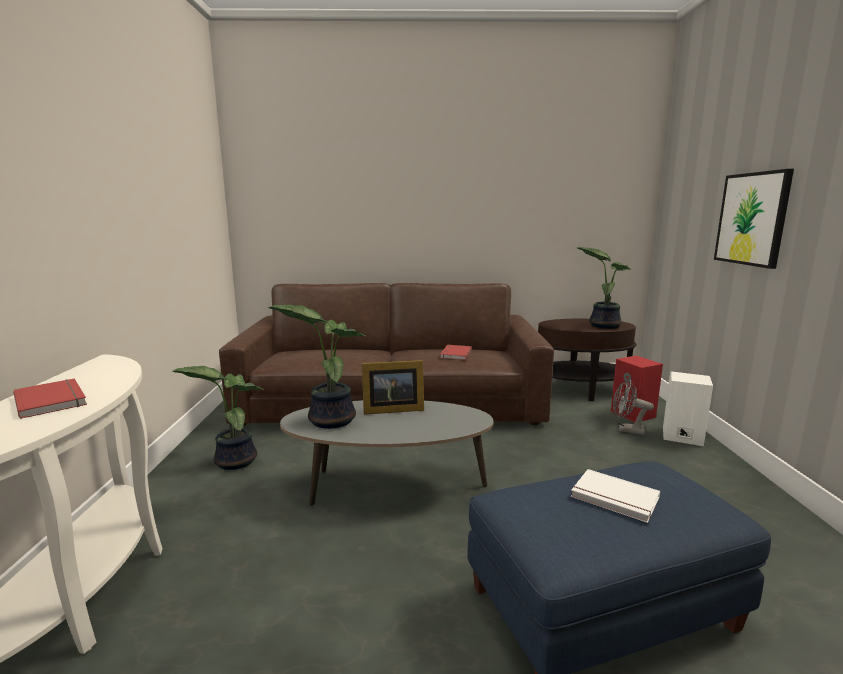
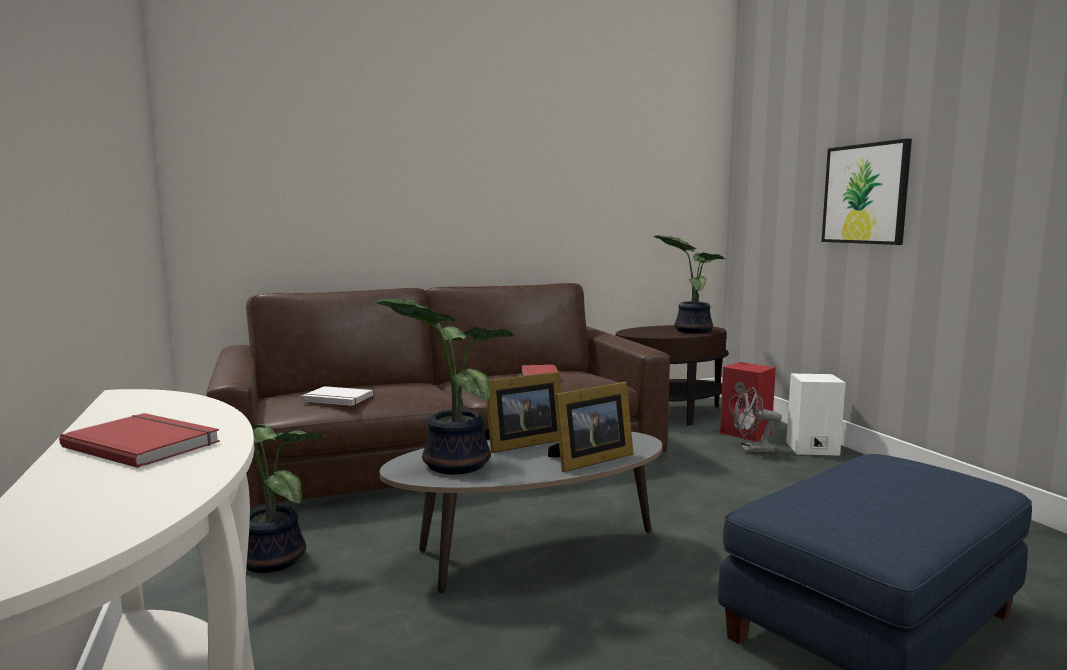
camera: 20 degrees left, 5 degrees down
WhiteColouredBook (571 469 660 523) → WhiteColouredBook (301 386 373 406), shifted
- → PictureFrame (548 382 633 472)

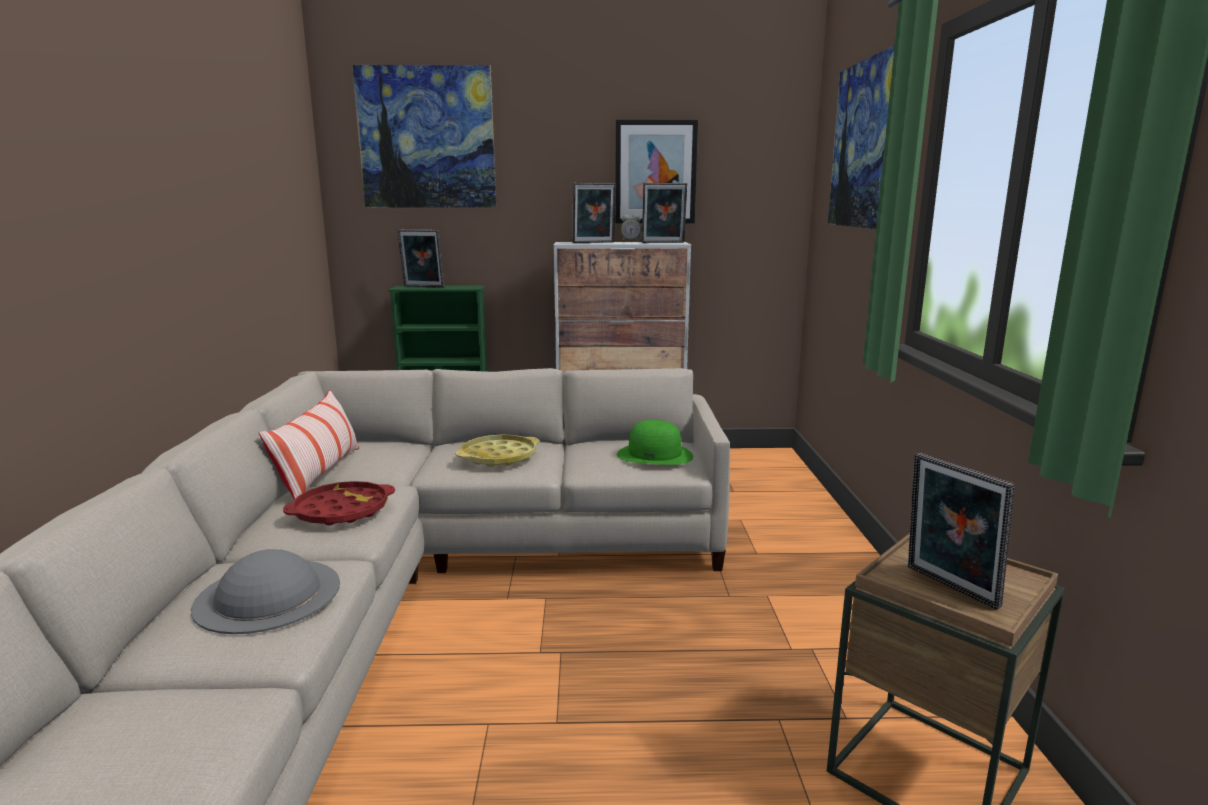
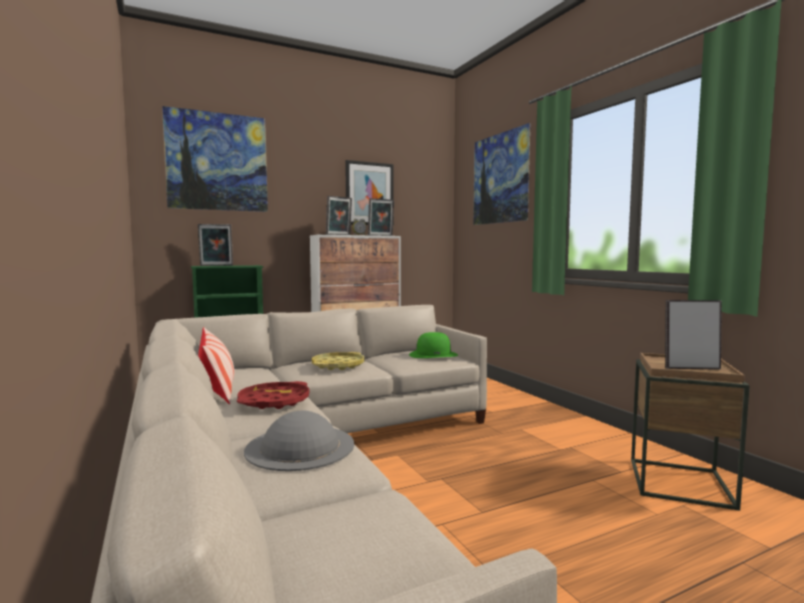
camera: 25 degrees left, 10 degrees down
PictureFrame (908 453 1015 610) → PictureFrame (665 300 722 370), 150 degrees clockwise

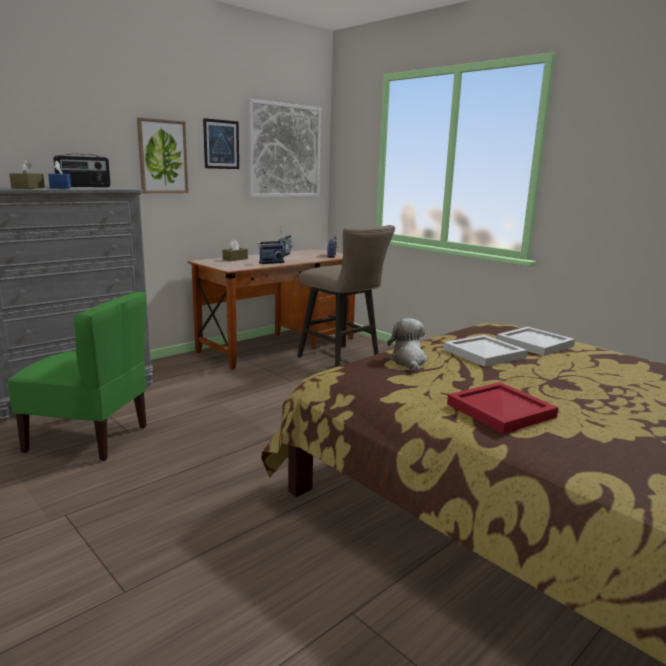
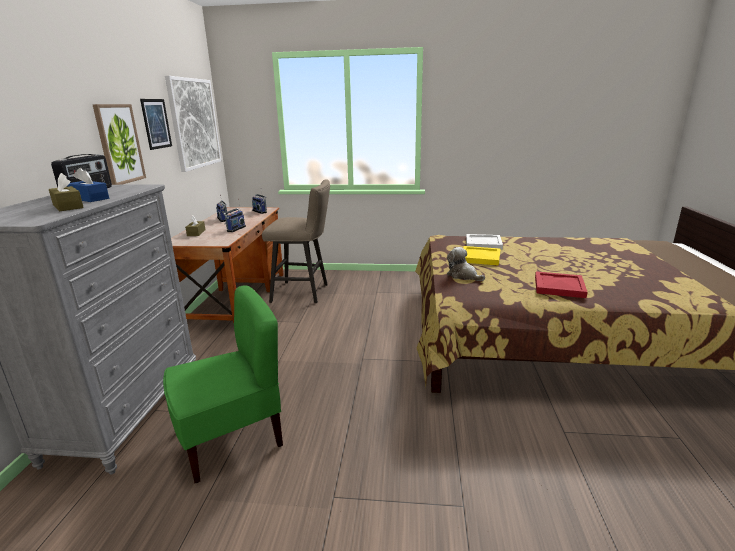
camera: 40 degrees left, 5 degrees up
WhiteColouredServingTray (443 335 528 367) → YellowishServingTray (463 246 501 266)

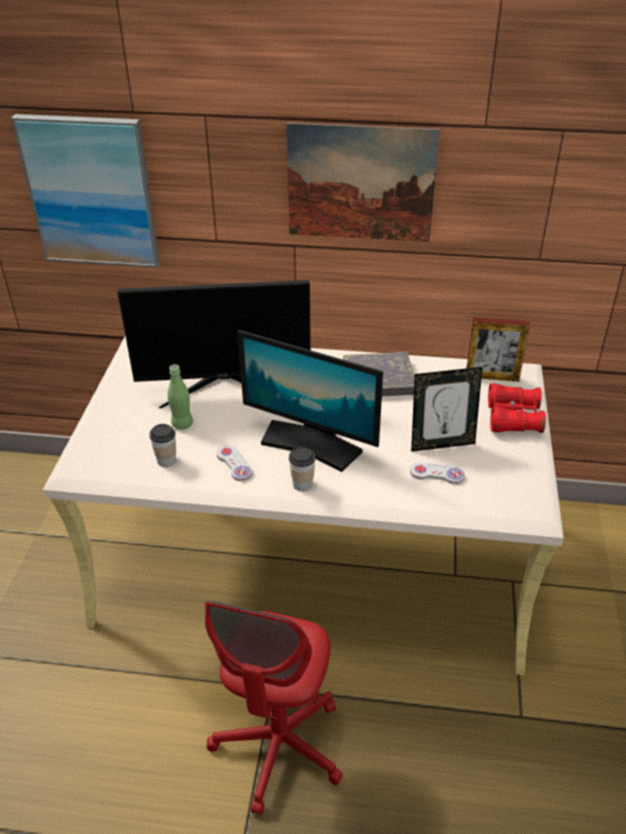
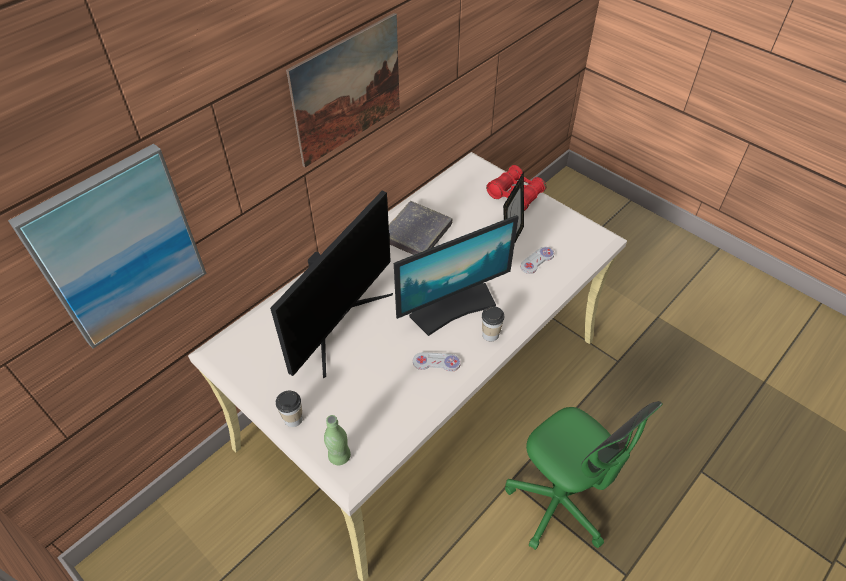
camera: 55 degrees left, 10 degrees up
DrinkingCup (149 424 176 467) → DrinkingCup (276 391 303 427), shifted
GreenColouredBeverageBottle (167 364 193 430) → GreenColouredBeverageBottle (324 415 351 465), shifted
ReddishComputerChair (205 601 343 815) → GreenColouredComputerChair (505 401 662 550)
PictureFrame (467 317 530 382) → -

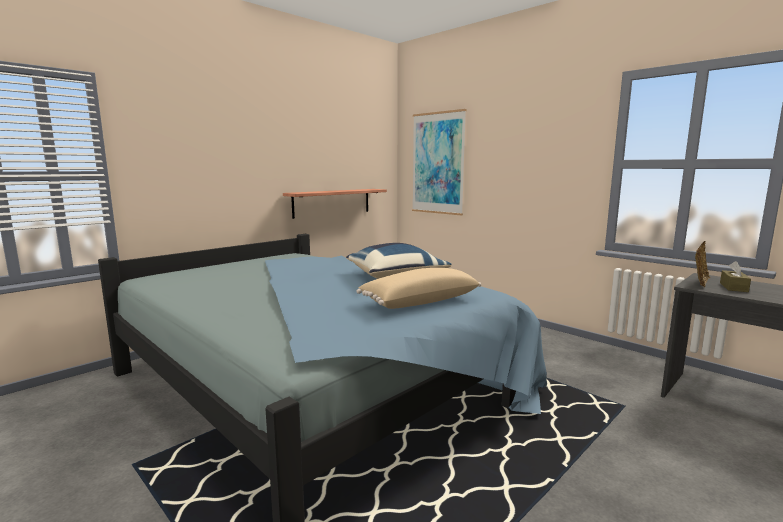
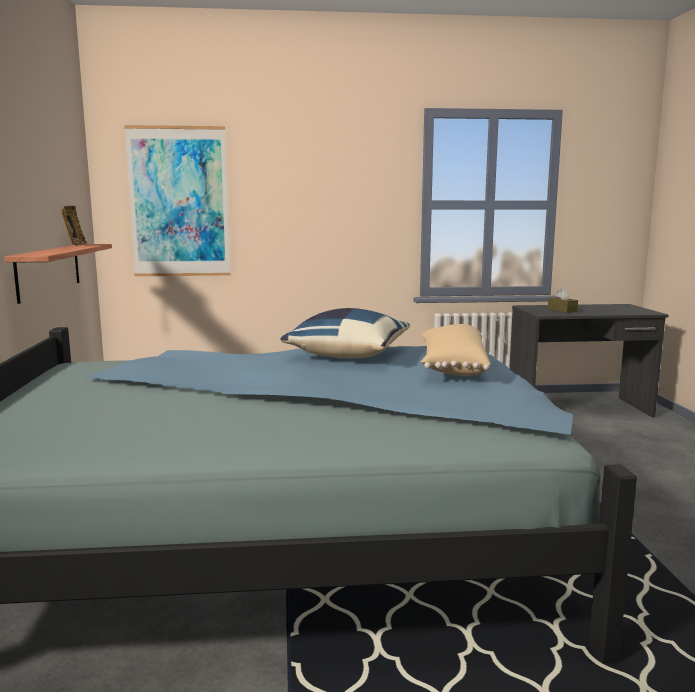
camera: 50 degrees left, 0 degrees up
PictureFrame (695 241 710 287) → PictureFrame (62 206 87 246), shifted

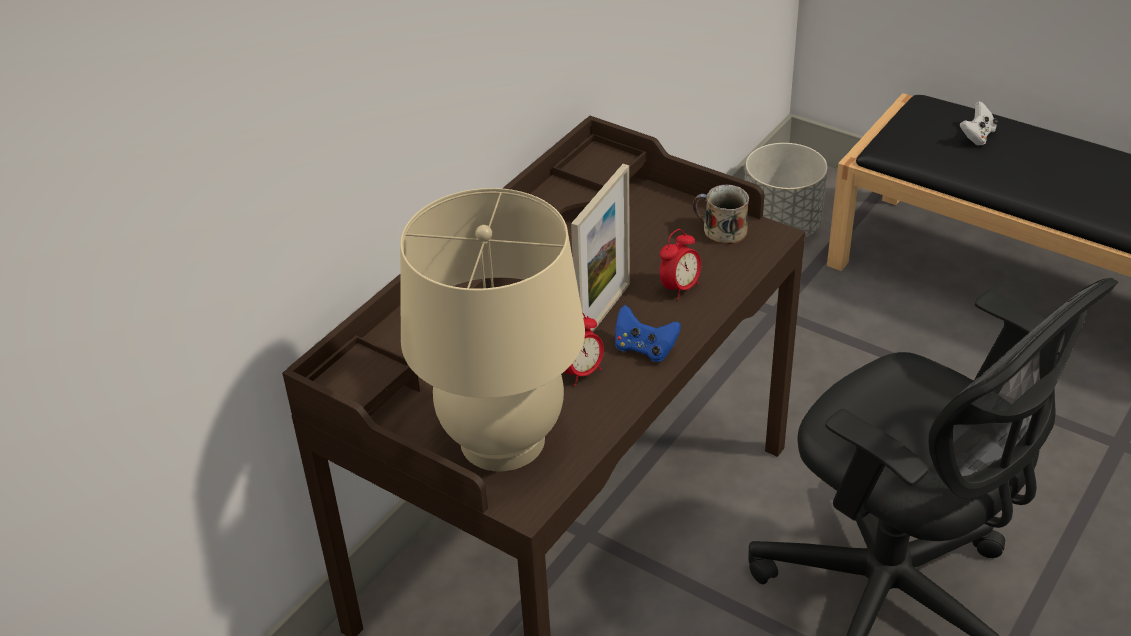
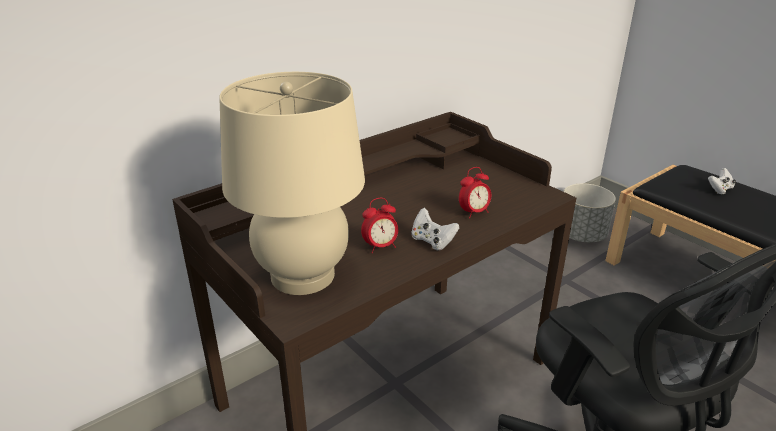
camera: 15 degrees right, 10 degrees down
PictureFrame (571 164 630 332) → -
BluishJoypad (615 305 681 362) → WhiteColouredJoypad (411 208 459 250)
TeaMug (693 185 749 244) → -

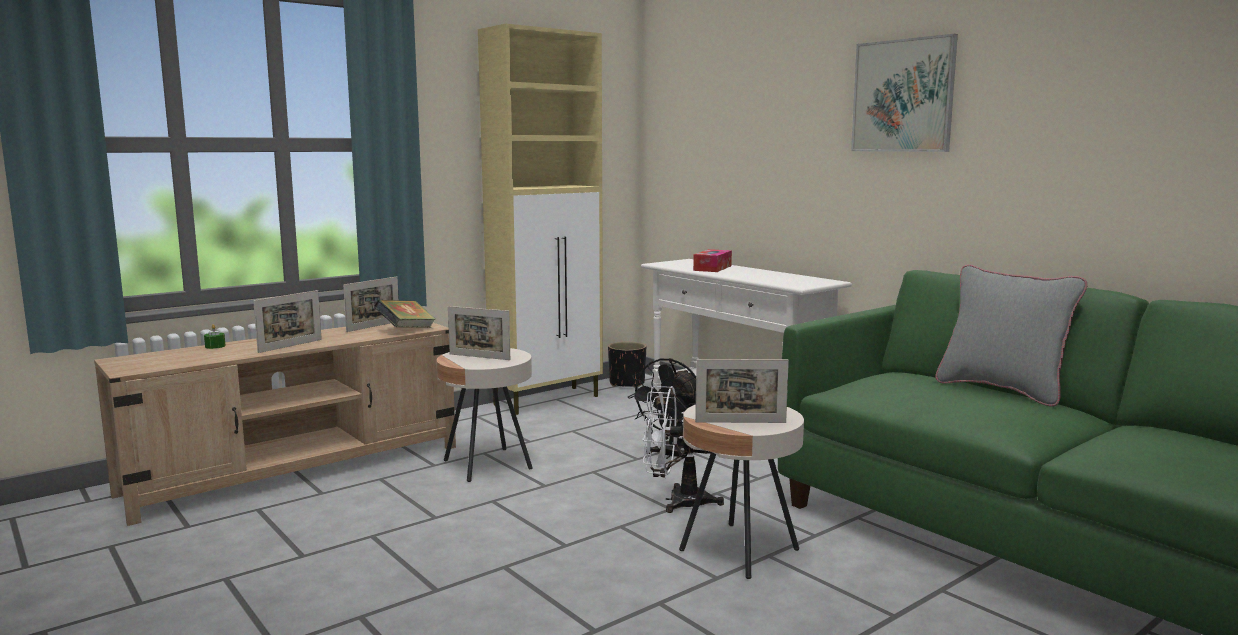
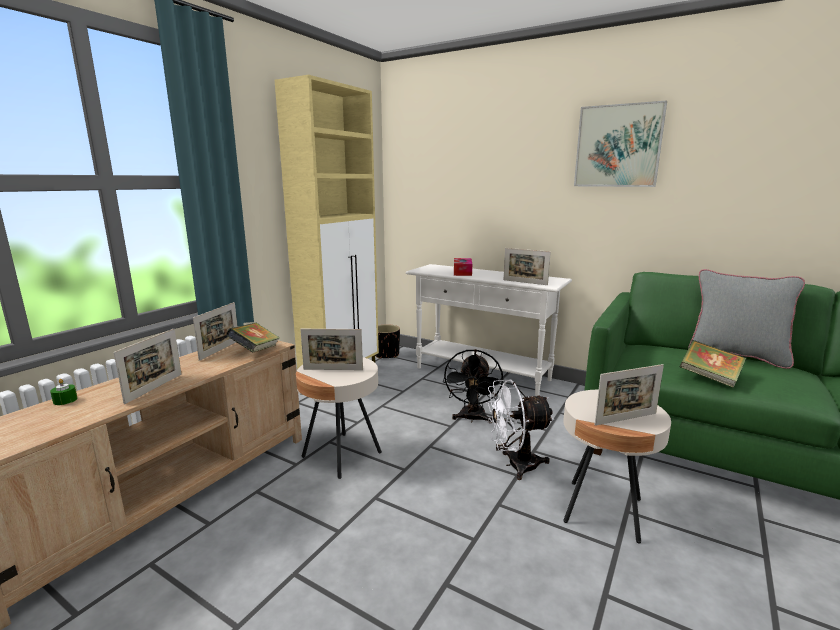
camera: 20 degrees left, 5 degrees up
- → PictureFrame (504 248 551 285)
- → Book (680 340 746 388)

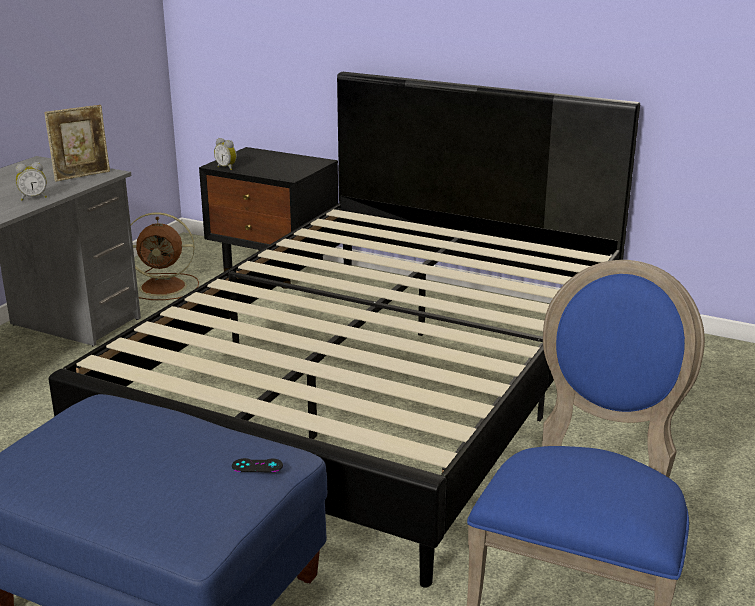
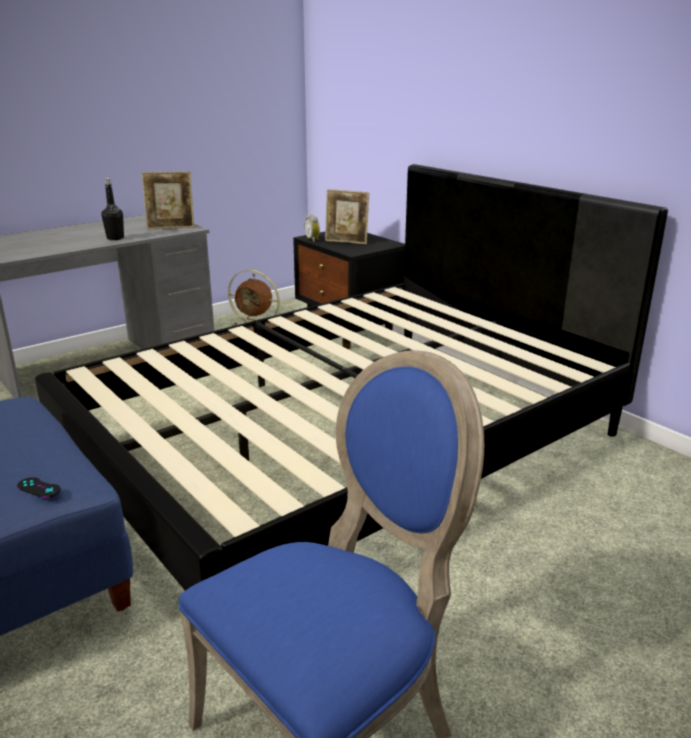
camera: 25 degrees right, 0 degrees up
TableClock (15 162 47 201) → BlackishBeverageBottle (101 178 124 240)
- → PictureFrame (325 189 369 244)

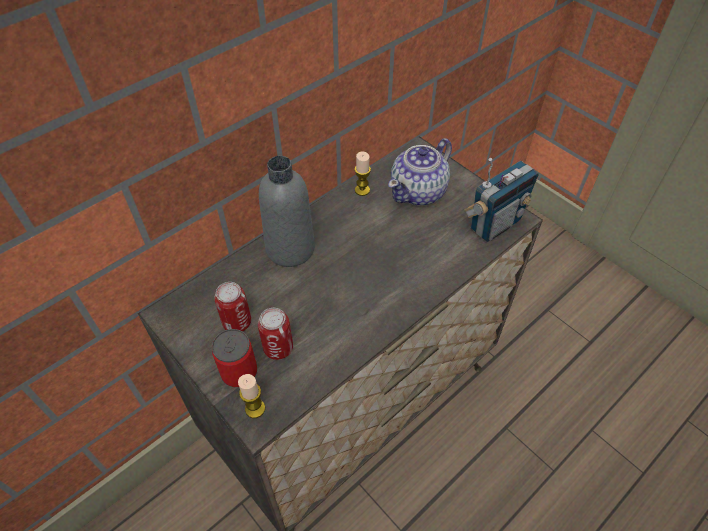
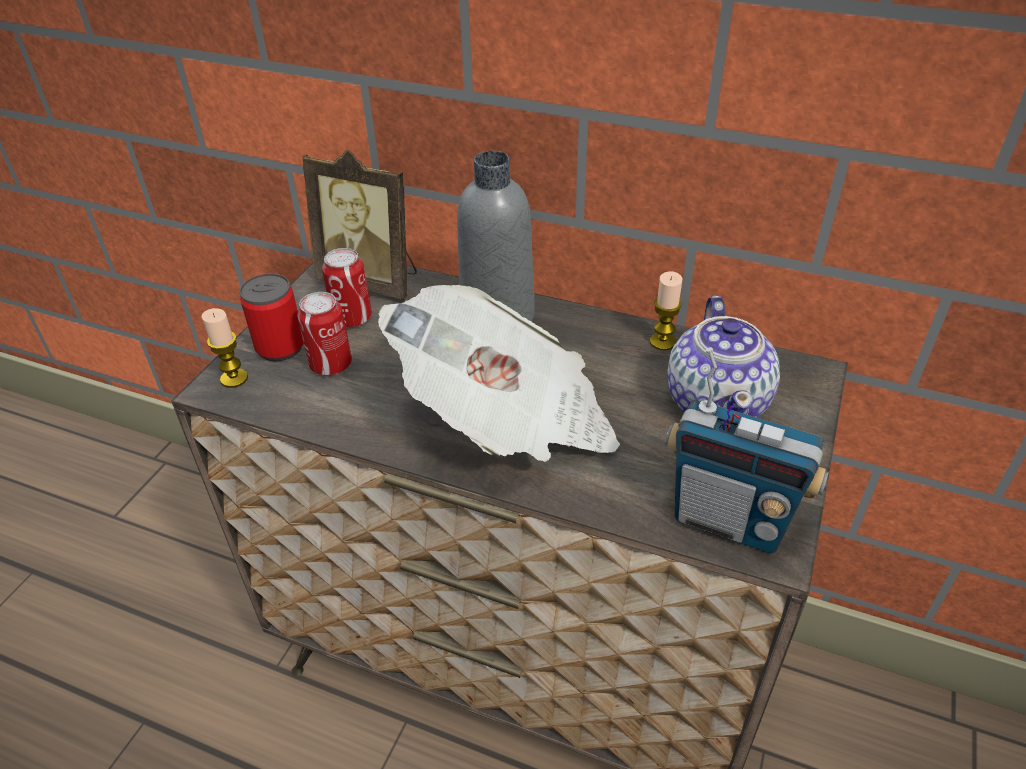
camera: 65 degrees right, 10 degrees down
TeaPot (388 138 452 206) → TeaPot (667 296 780 418), 105 degrees counterclockwise
- → PictureFrame (302 149 417 299)
- → Newspaper (378 285 620 462)

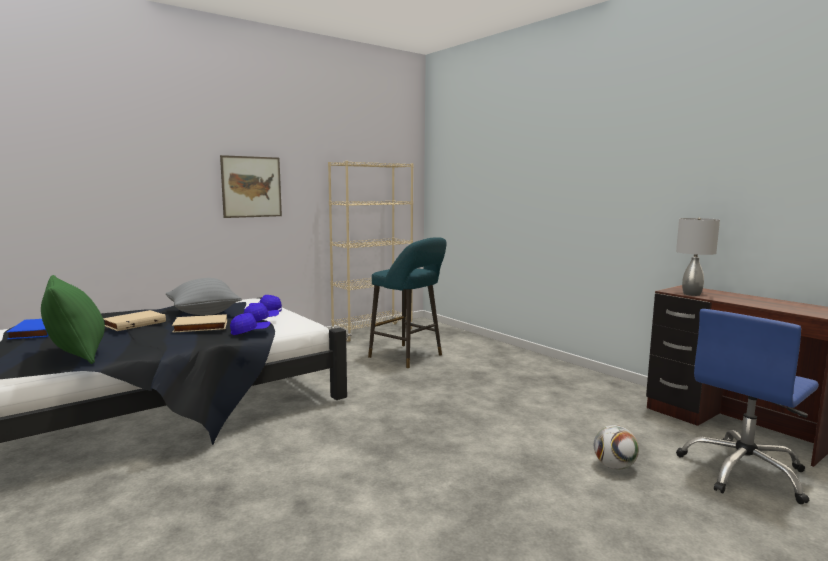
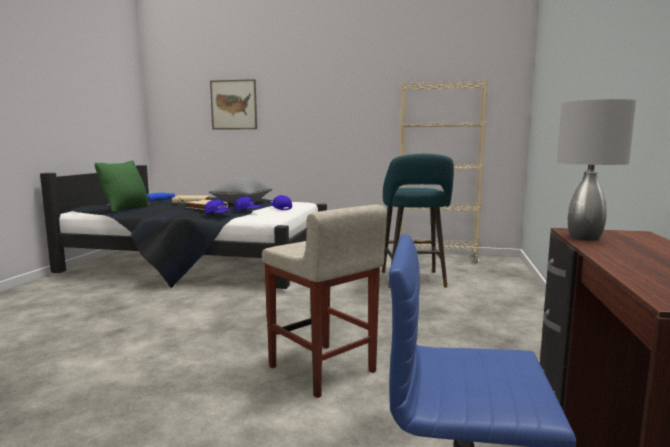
camera: 50 degrees right, 0 degrees up
WallPicture (220 155 282 218) → WallPicture (210 79 257 130), shifted
FootballBall (594 425 639 470) → -
- → BeigeColouredStool (262 205 387 398)

